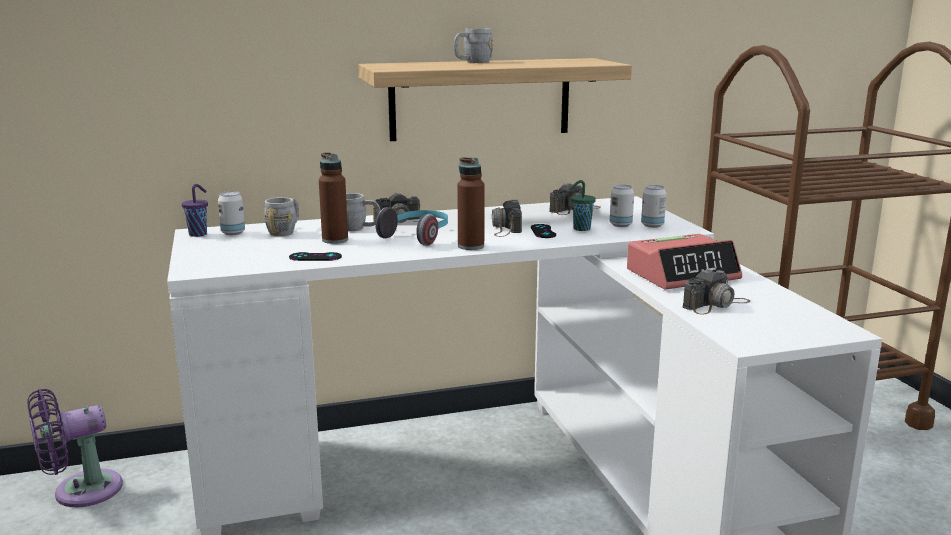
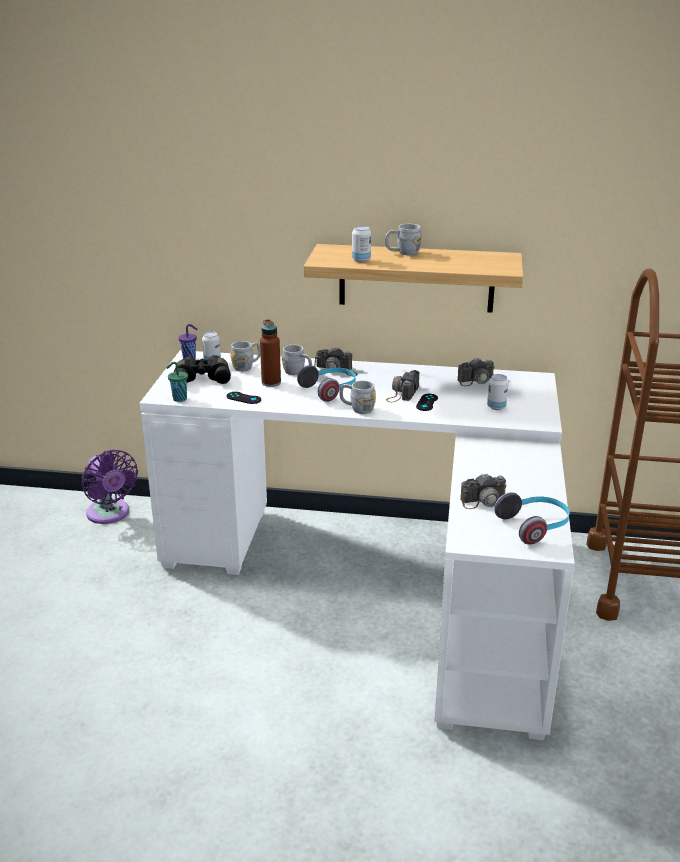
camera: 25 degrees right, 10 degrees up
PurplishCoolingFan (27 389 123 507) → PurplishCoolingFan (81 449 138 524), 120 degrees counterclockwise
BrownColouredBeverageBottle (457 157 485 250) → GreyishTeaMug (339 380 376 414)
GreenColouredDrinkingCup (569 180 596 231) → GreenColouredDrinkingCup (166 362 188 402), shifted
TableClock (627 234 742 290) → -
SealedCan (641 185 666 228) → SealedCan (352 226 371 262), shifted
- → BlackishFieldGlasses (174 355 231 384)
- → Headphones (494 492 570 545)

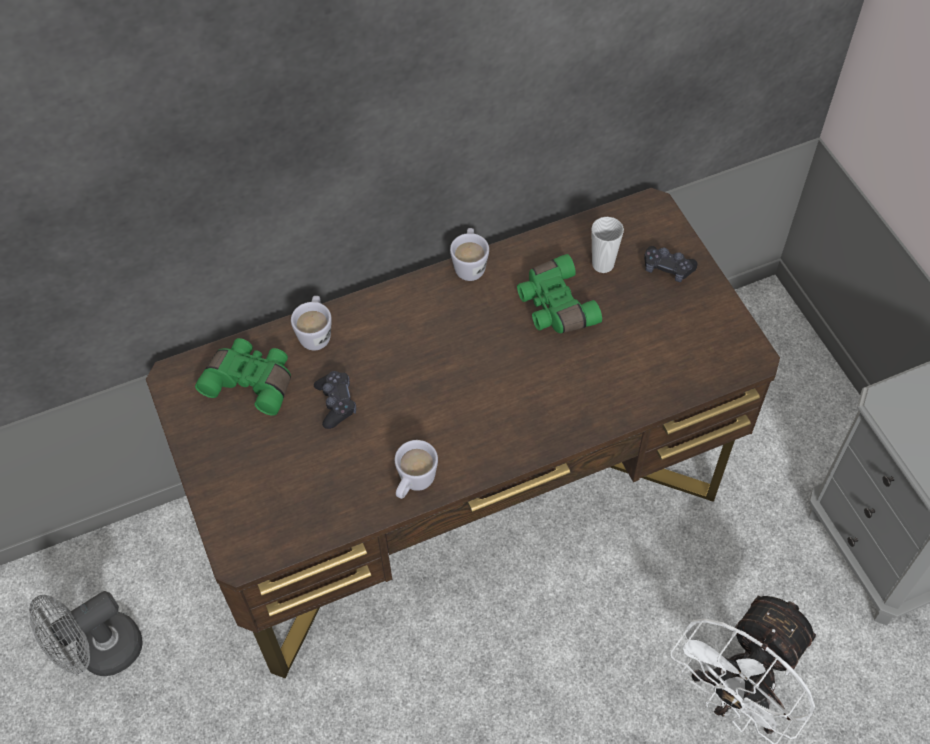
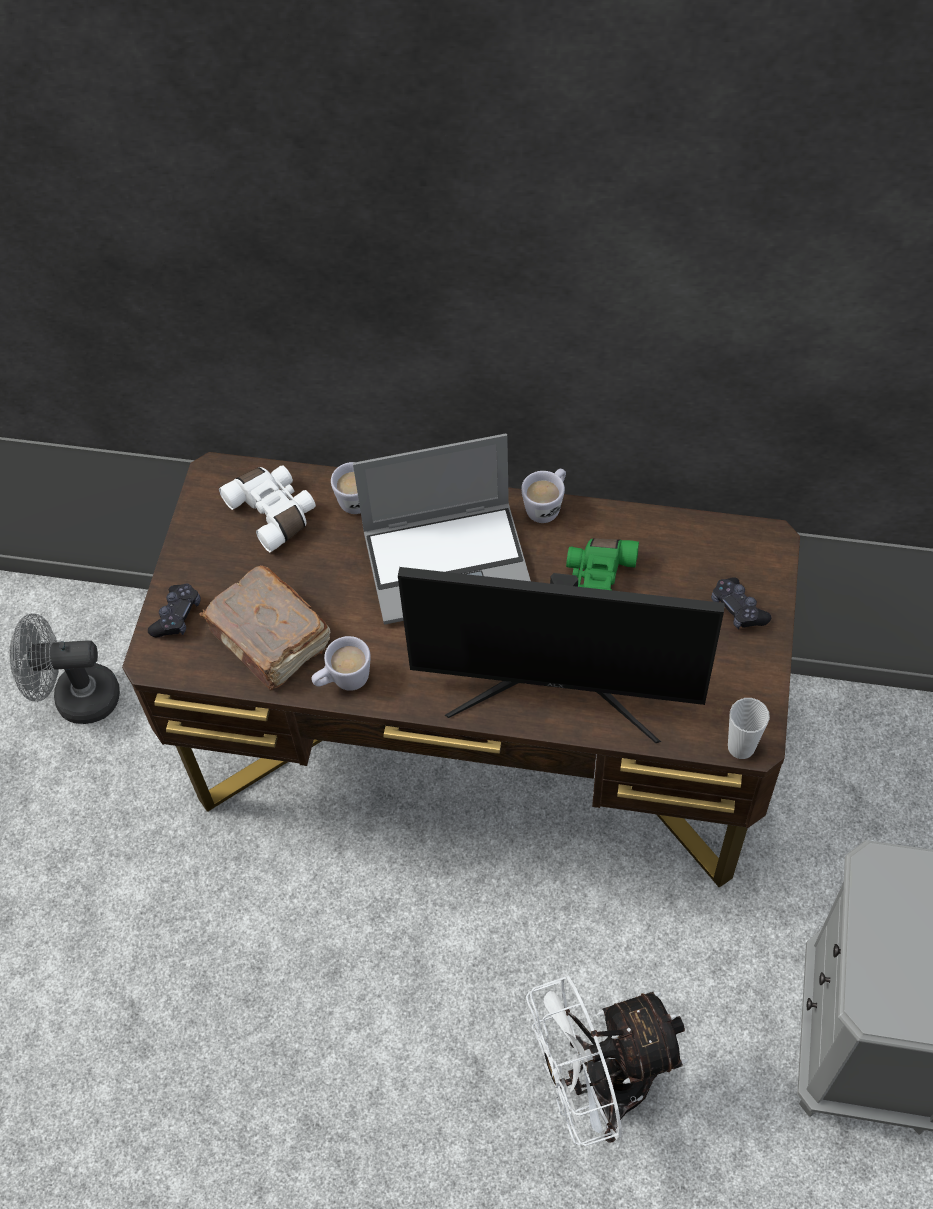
camera: 35 degrees right, 0 degrees up
GreenColouredFieldGlasses (195 338 291 416) → WhiteColouredFieldGlasses (219 465 316 552)
BlackishJoypad (314 371 356 429) → BlackishJoypad (148 584 201 637), shifted
DrinkingCup (591 217 624 273) → DrinkingCup (728 698 770 759), shifted
- → BrownColouredBook (199 565 331 690)
- → PortableComputer (353 434 531 625)
- → Monitor (398 567 725 743)

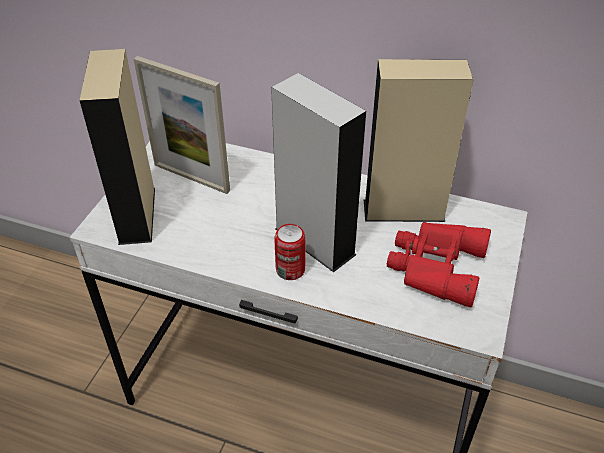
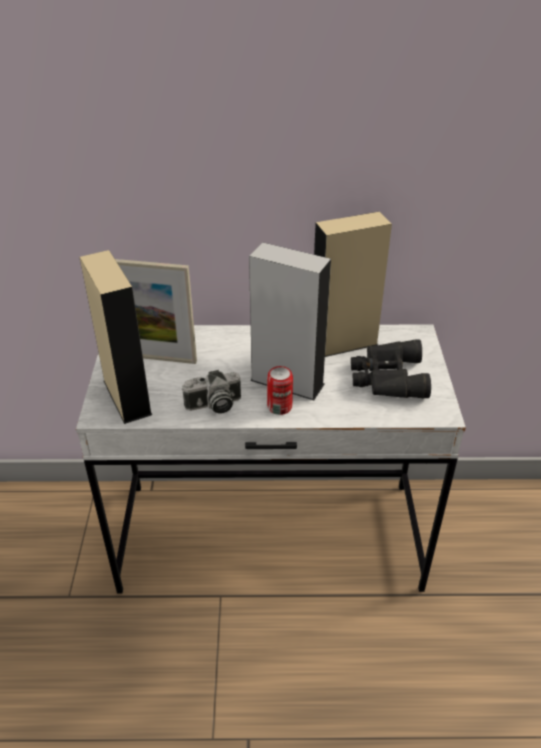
camera: 20 degrees left, 5 degrees down
ReddishFieldGlasses (387 222 491 307) → BlackishFieldGlasses (351 339 431 398)
- → StillCamera (182 370 241 414)

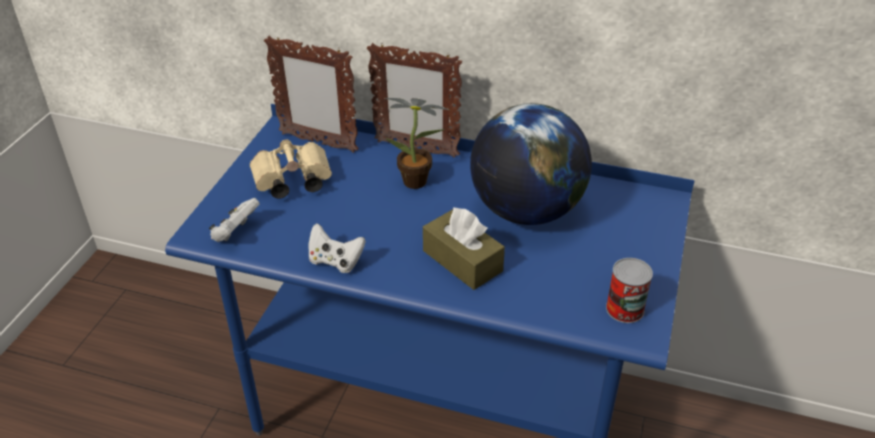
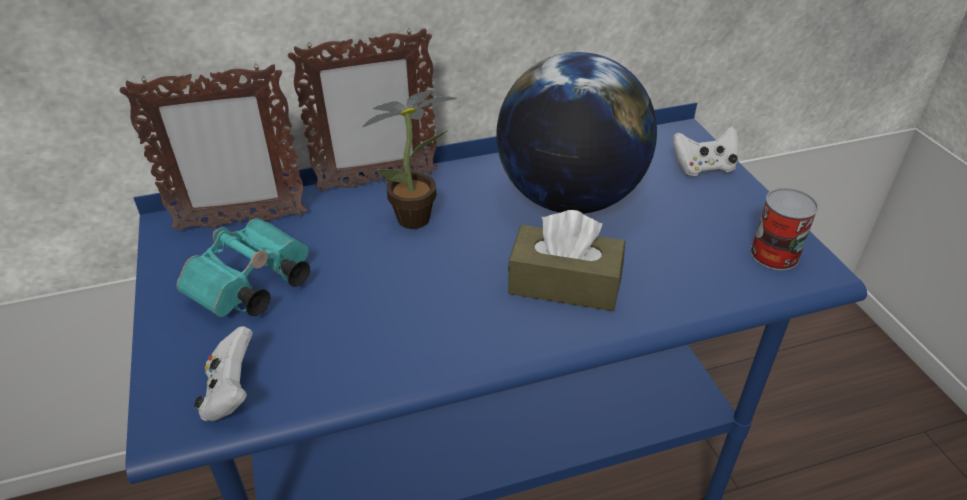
camera: 35 degrees left, 0 degrees up
BeigeColouredFieldGlasses (250 139 332 199) → TurquoiseColouredFieldGlasses (177 218 310 317)
WhiteColouredJoypad (309 223 366 273) → WhiteColouredJoypad (672 126 739 177), shifted

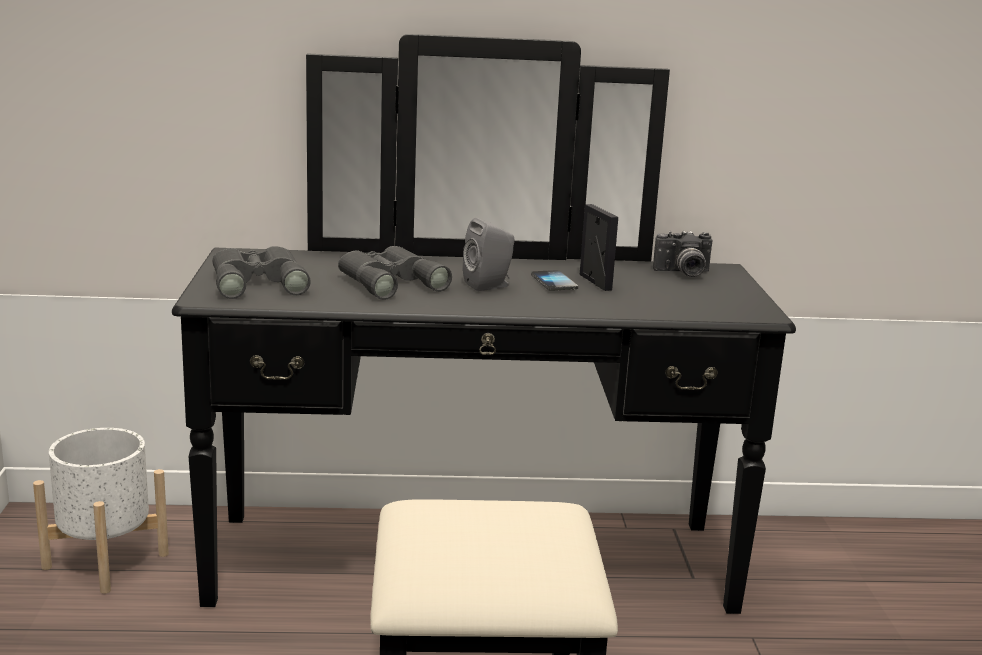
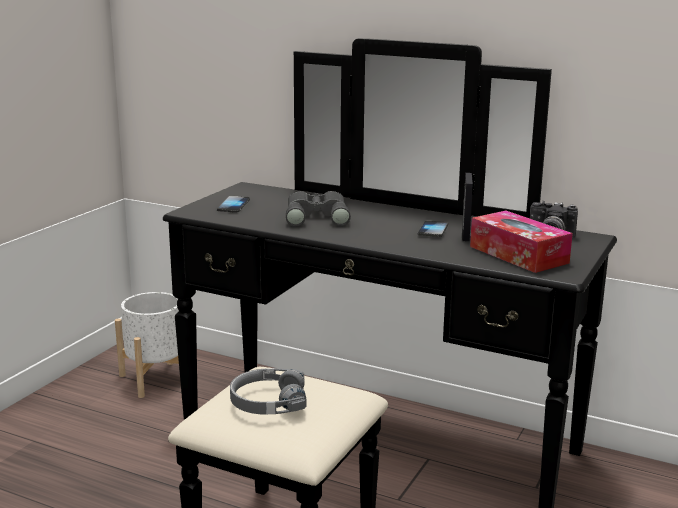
camera: 30 degrees right, 0 degrees up
GreyishFieldGlasses (212 246 311 299) → Telephone (217 196 250 213)
GreyishSpeaker (463 218 515 291) → -
- → GreyishHeadphones (230 368 307 414)
- → BoxOfTissues (470 211 573 273)

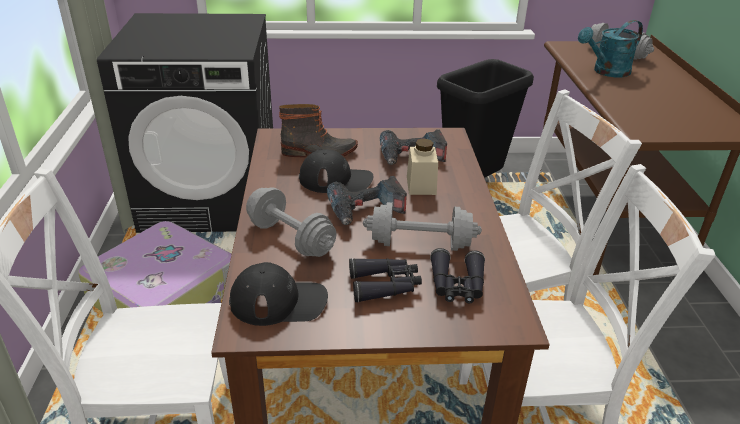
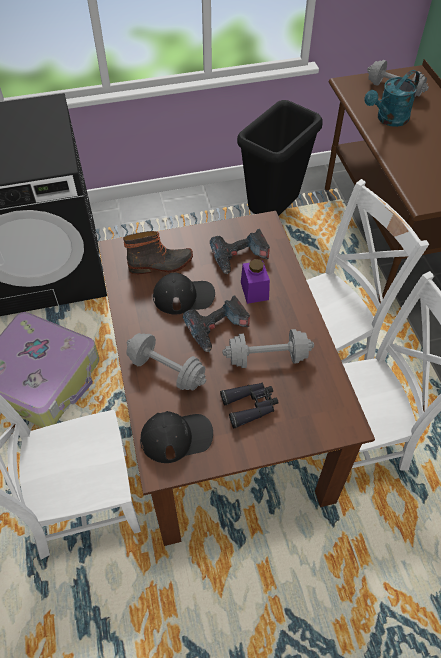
camera: 10 degrees left, 20 degrees up
BeigeColouredPreserveJar (407 139 438 195) → PurplishPreserveJar (241 259 270 304)
BlackishFieldGlasses (430 248 485 304) → -

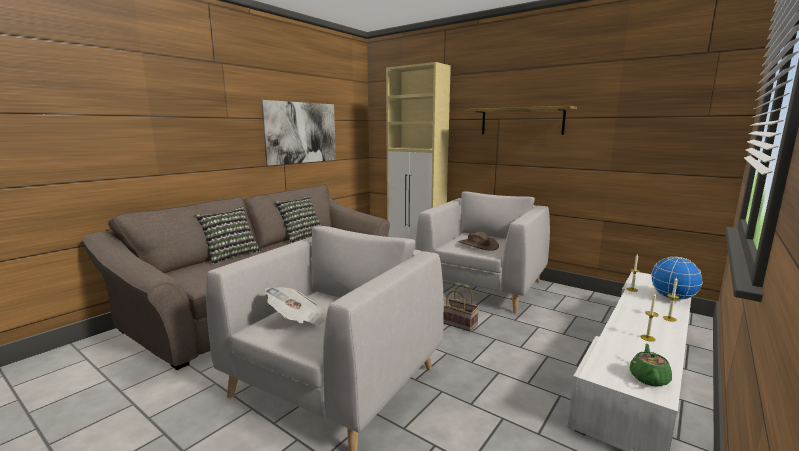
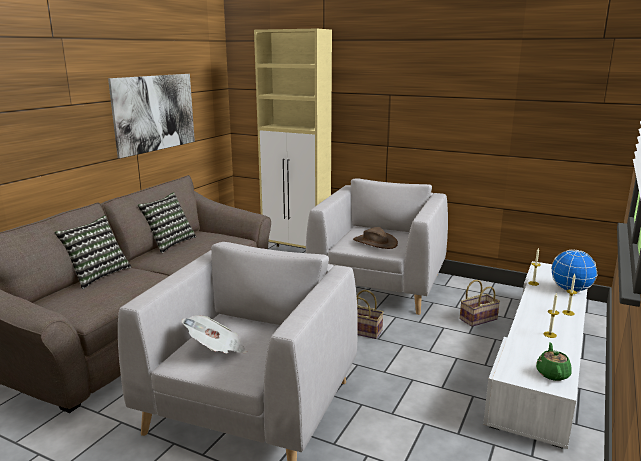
camera: 10 degrees left, 5 degrees up
Shelf (465 106 577 135) → -
- → Basket (460 280 500 327)

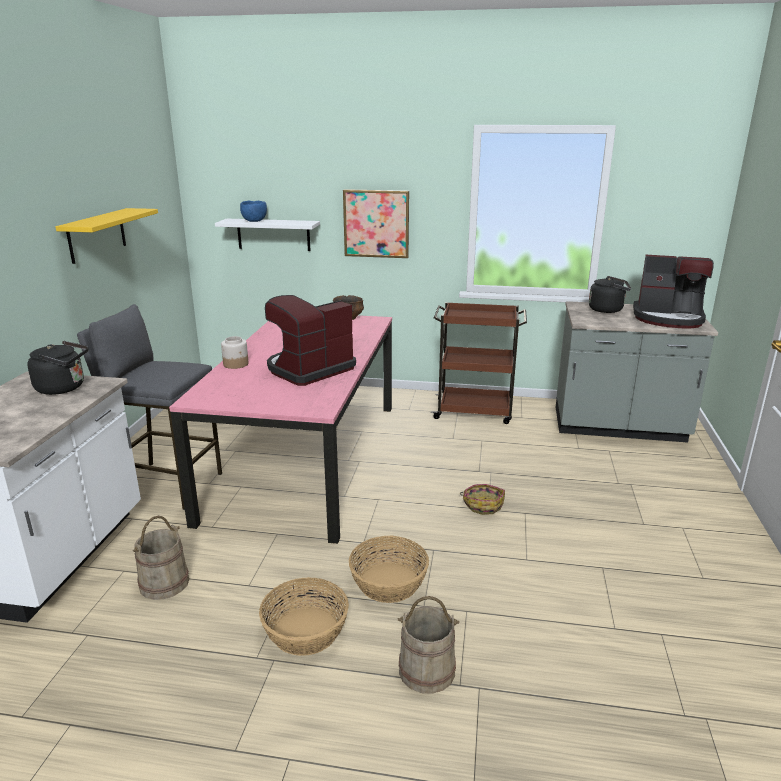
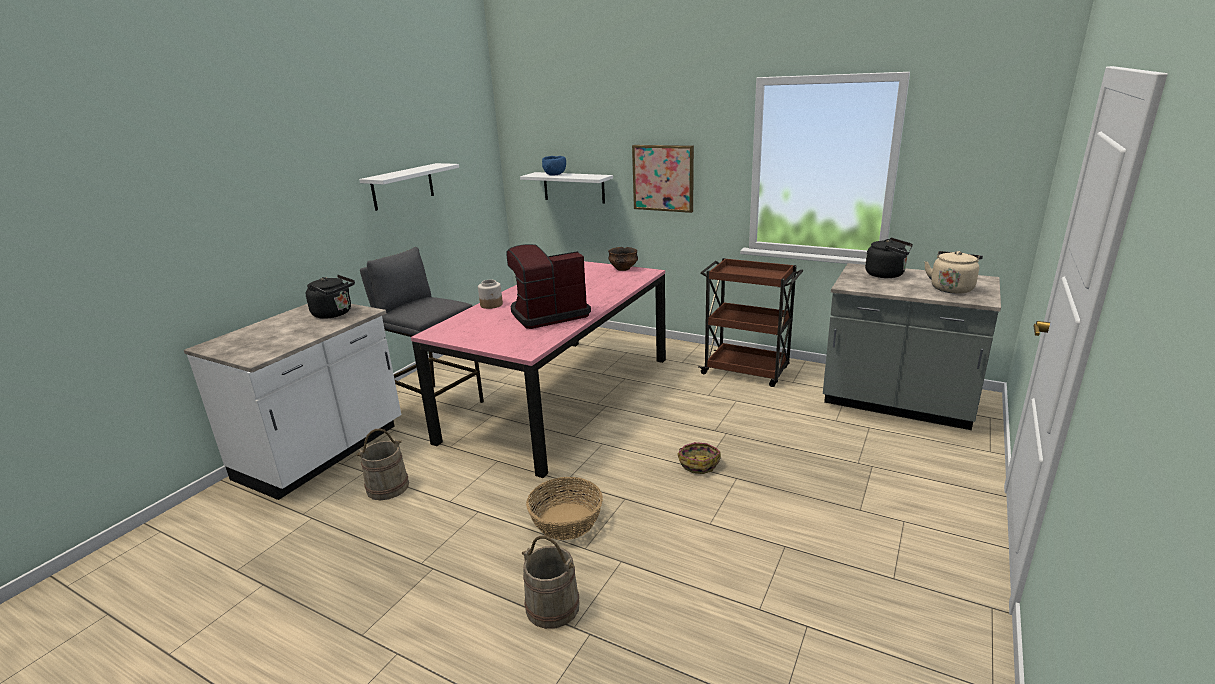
camera: 20 degrees right, 0 degrees up
YellowishShelf (55 208 158 264) → WhiteColouredShelf (359 163 459 211)
Basket (259 577 349 656) → -
CoffeeMaker (633 255 714 329) → BeigeColouredWaterKettle (924 251 983 294)

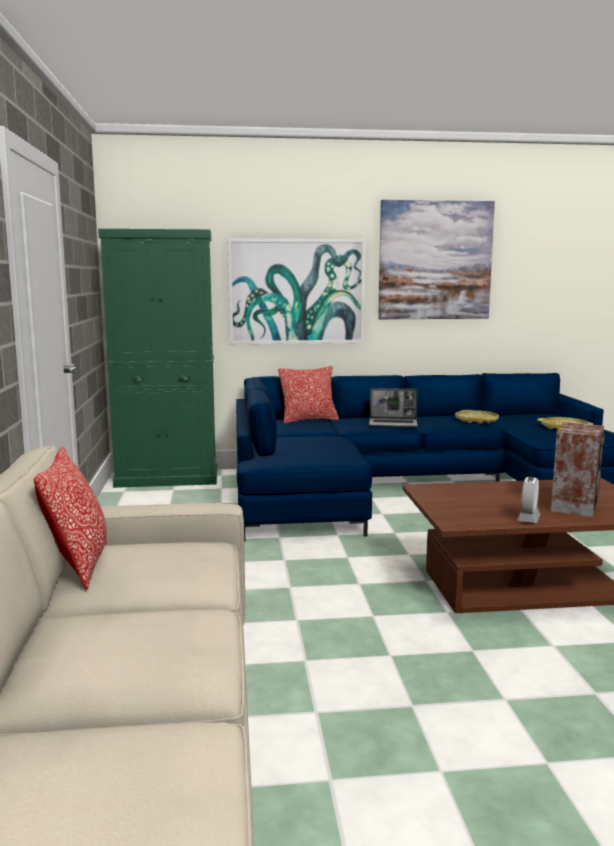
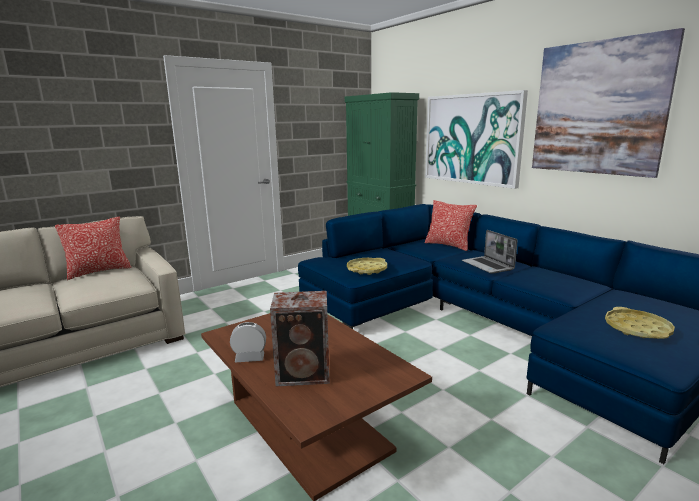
camera: 60 degrees right, 5 degrees up
YellowishServingTray (455 410 499 424) → YellowishServingTray (347 258 387 275), shifted

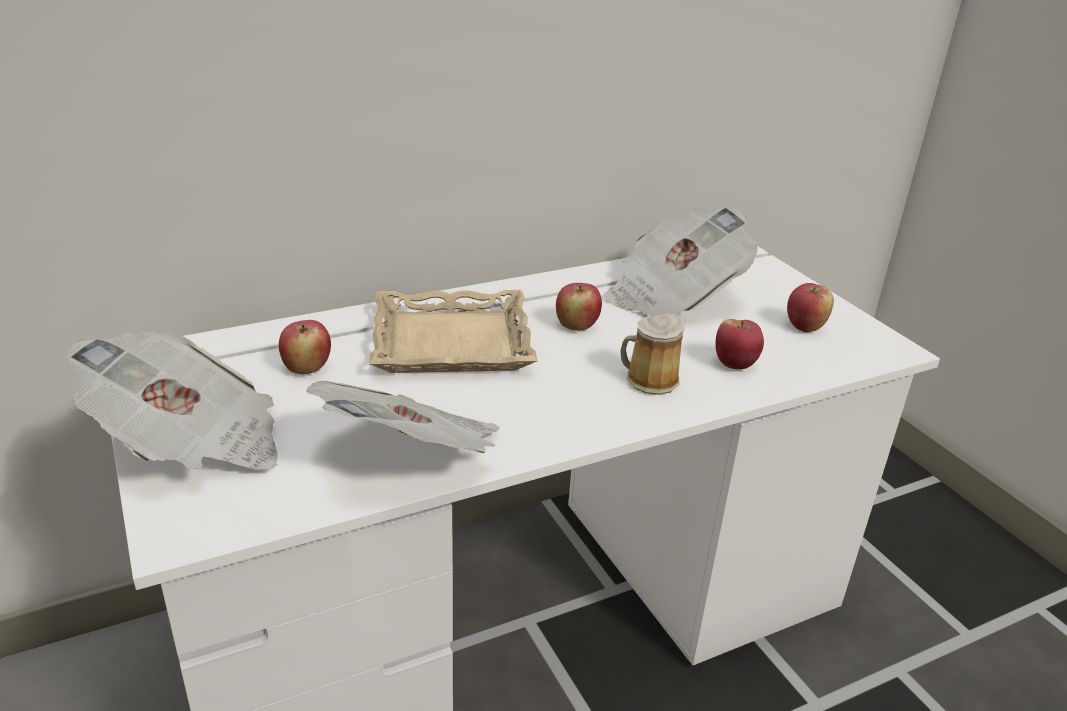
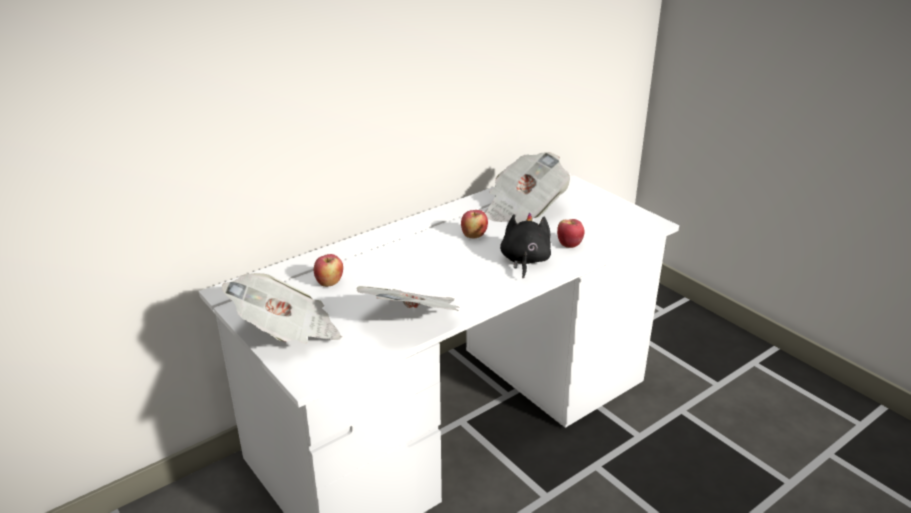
camera: 10 degrees left, 0 degrees up
BeigeColouredServingTray (369 290 538 373) → -
TeaMug (620 312 685 395) → BlackishSoftToy (500 213 551 279)
Apple (787 283 834 332) → -

